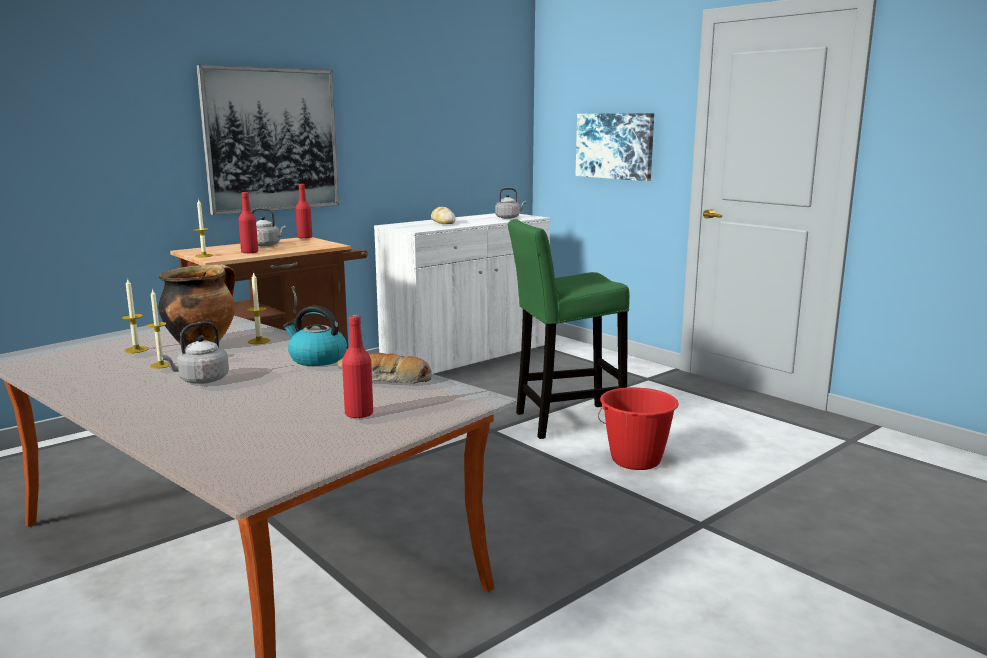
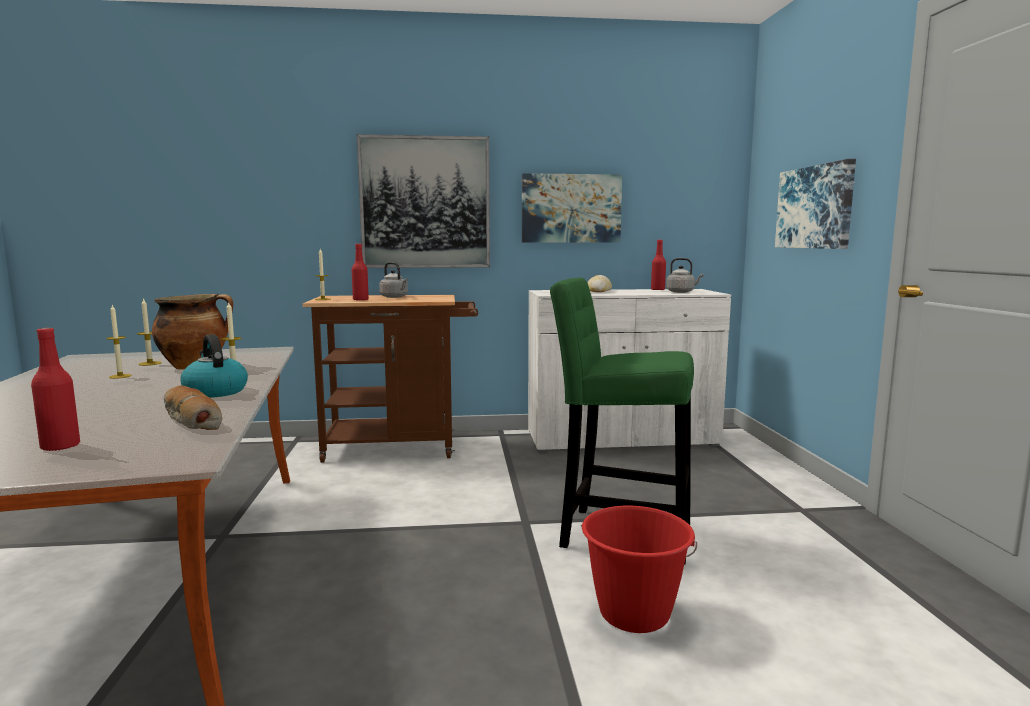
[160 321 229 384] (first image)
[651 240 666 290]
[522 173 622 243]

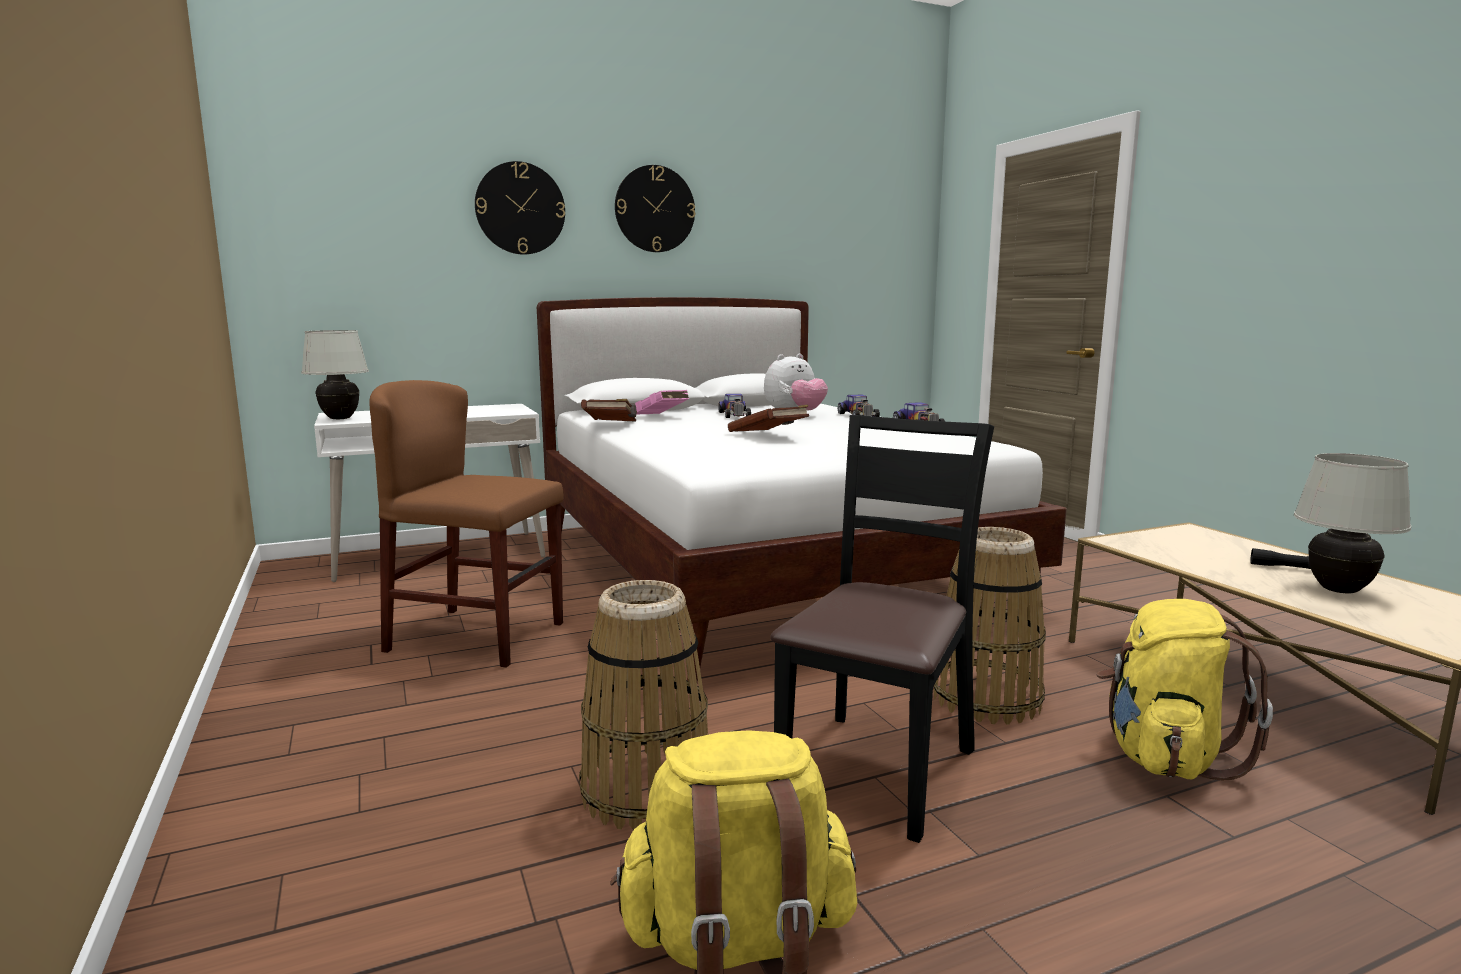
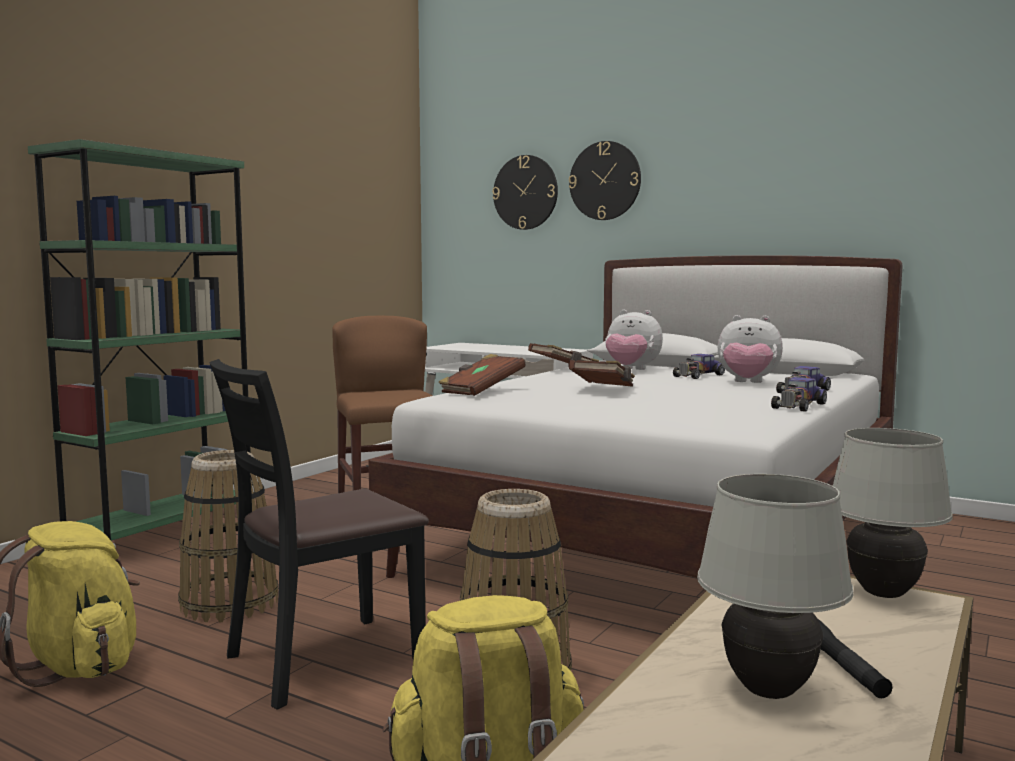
[833 428 953 598]
[492 155 558 230]
[605 310 663 370]
[209 359 429 710]
[28 139 252 541]
[438 354 526 396]

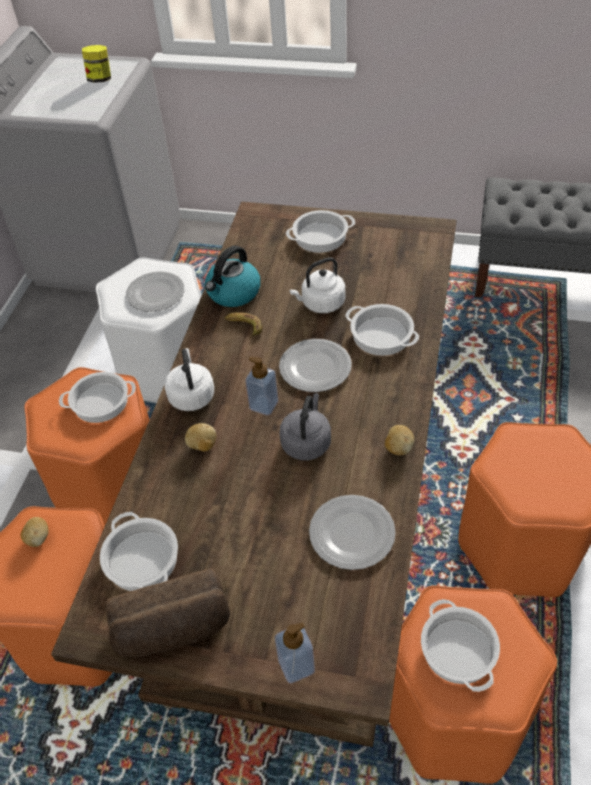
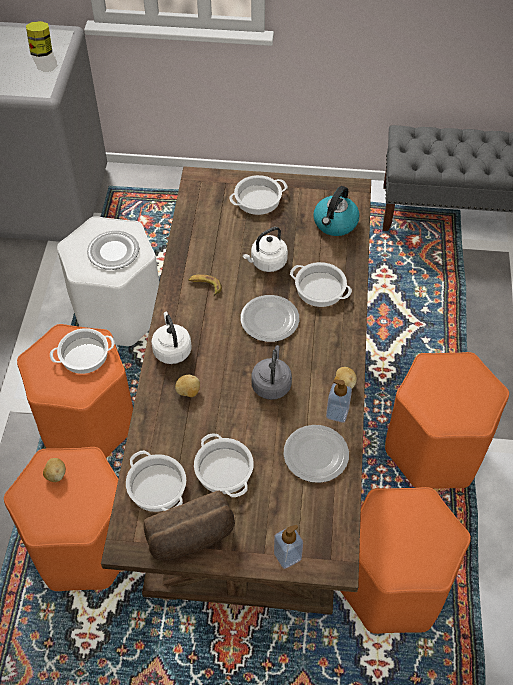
[313 186 360 236]
[326 379 352 423]
[194 433 254 497]

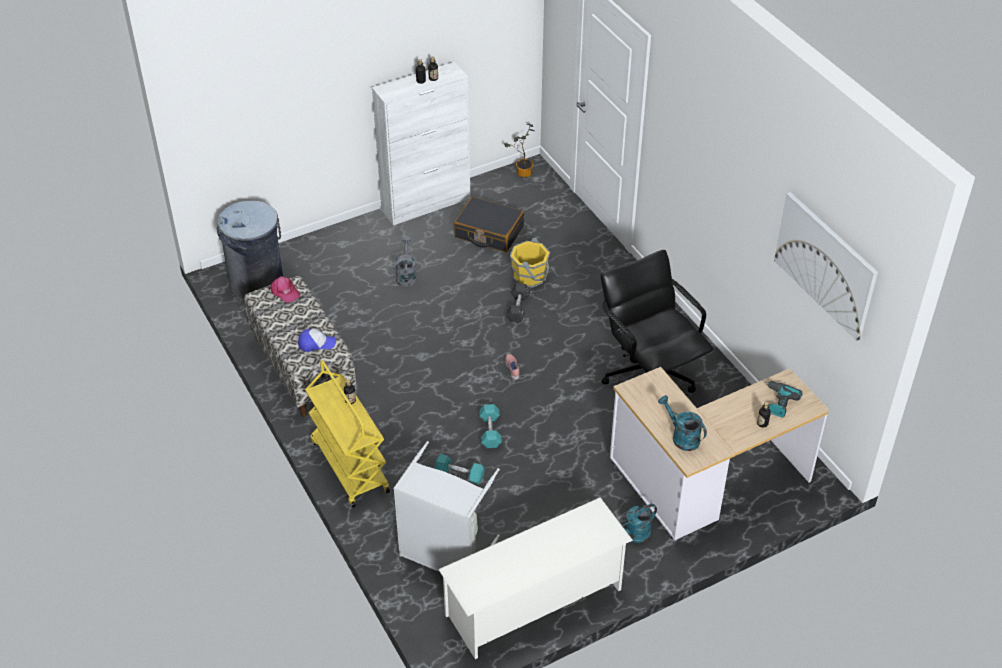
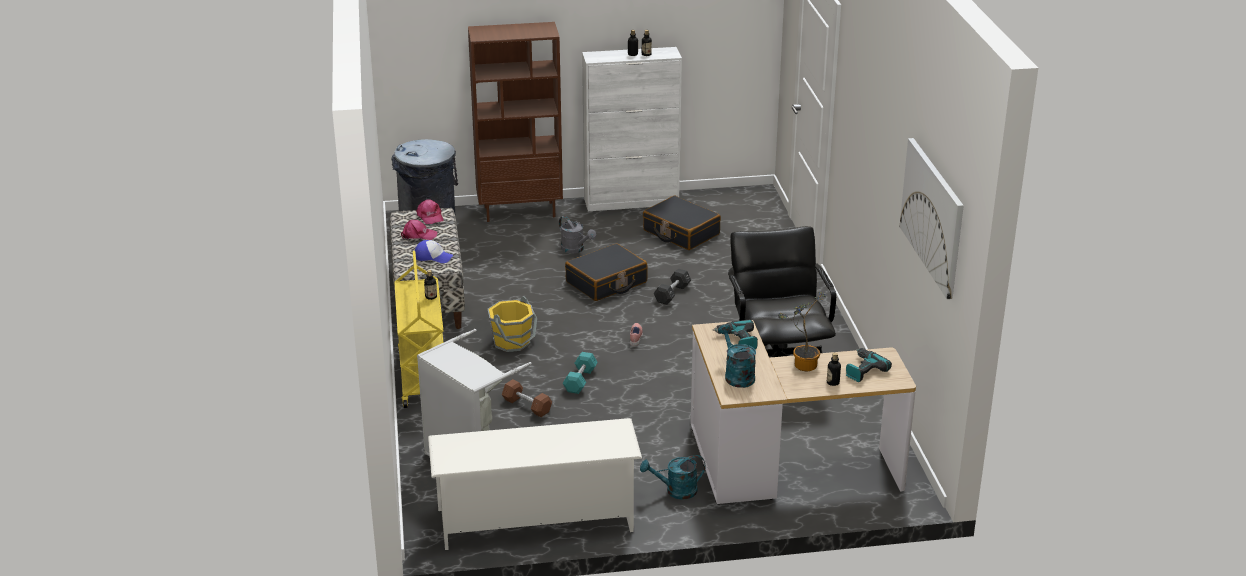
[559 216 596 253]
[502 379 552 417]
[778 292 826 371]
[488 296 537 352]
[401 220 437 240]
[468 22 563 222]
[565 243 648 301]
[713 319 758 349]

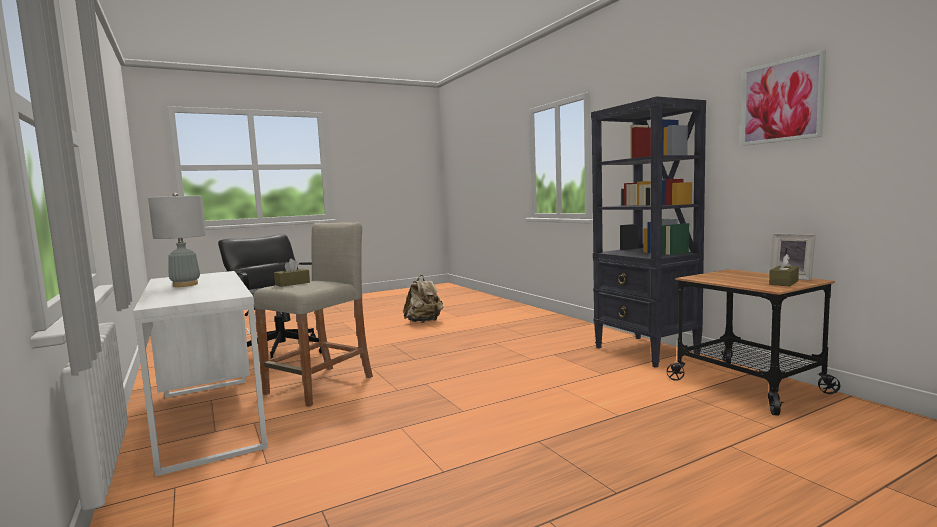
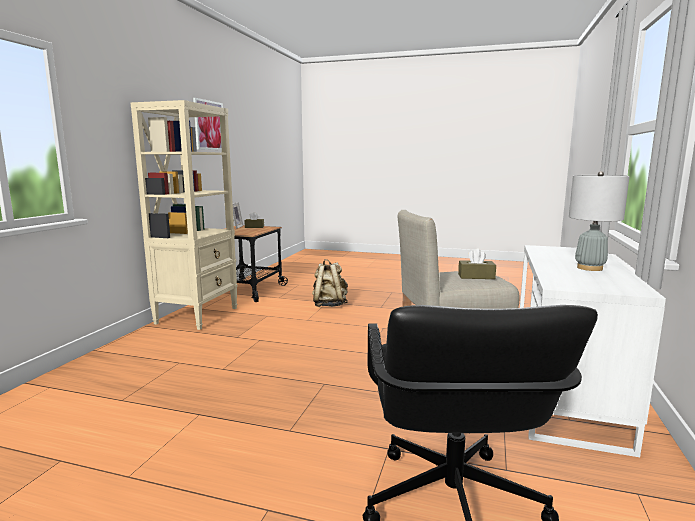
[312 259 348 307]
[130 100 238 330]

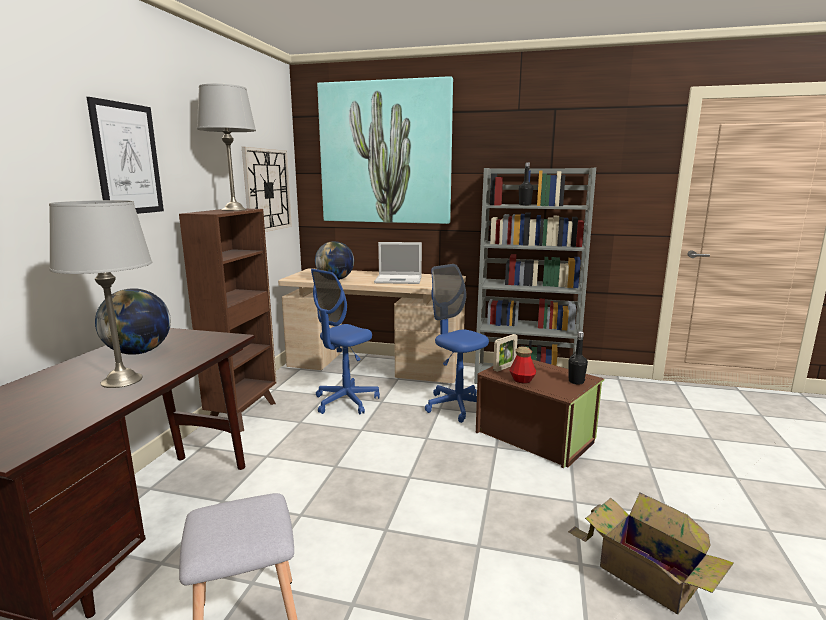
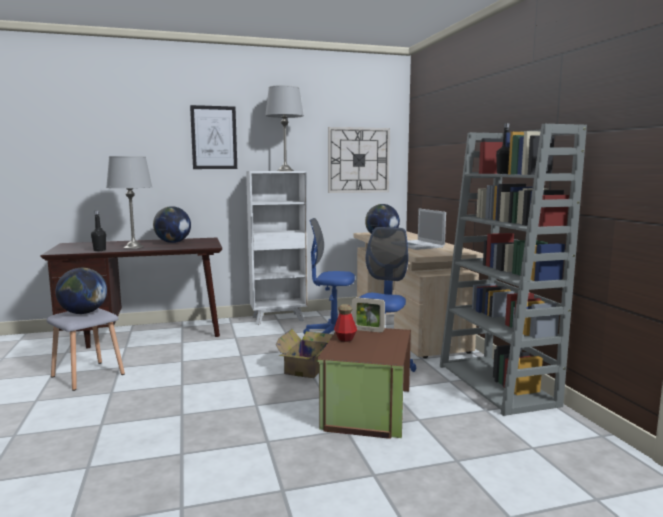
[246 171 308 325]
[317 76 453 224] (first image)
[276 329 333 378]
[91 210 106 251]
[55 268 107 314]

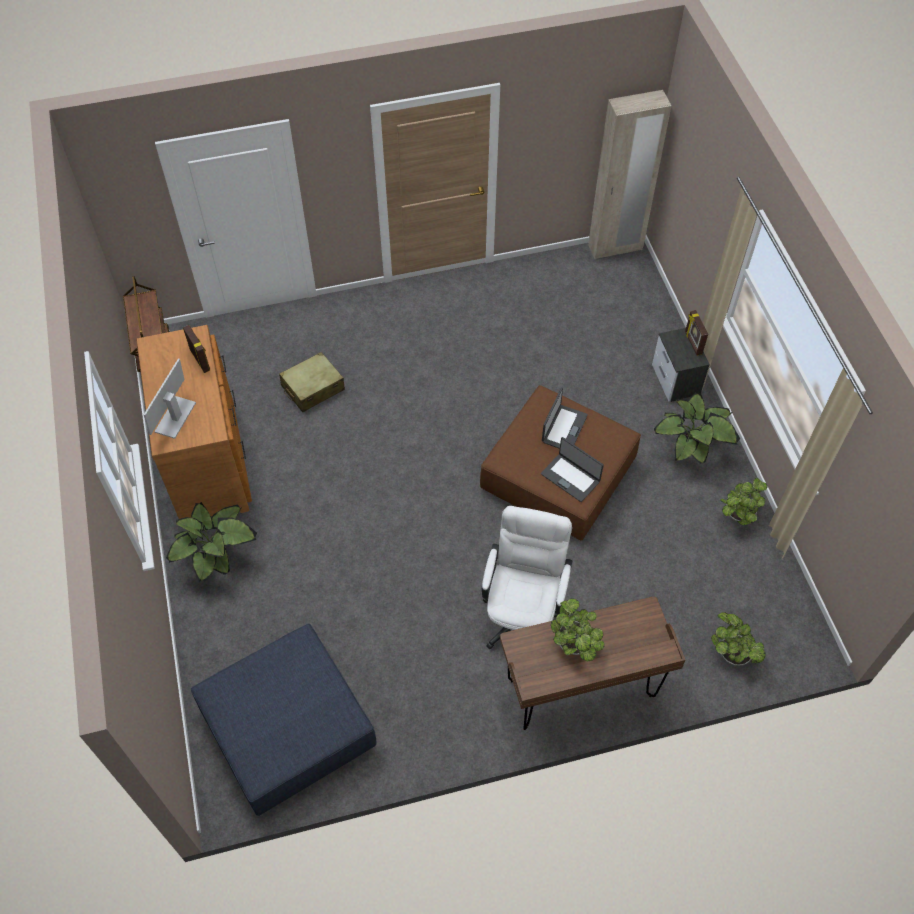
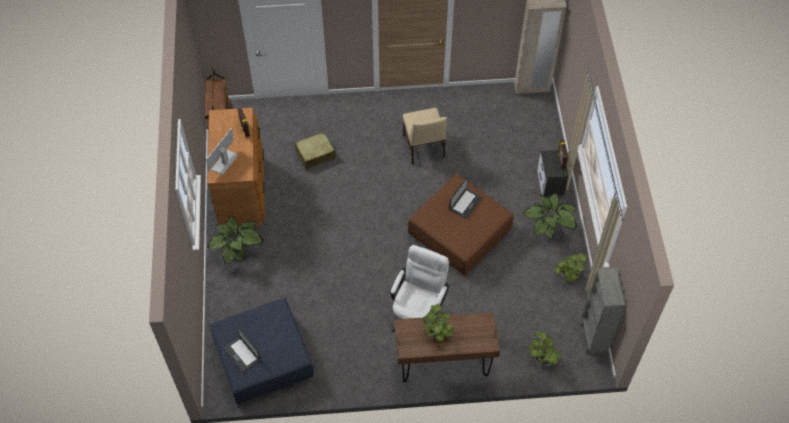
[223 327 260 372]
[403 108 447 164]
[580 268 626 354]

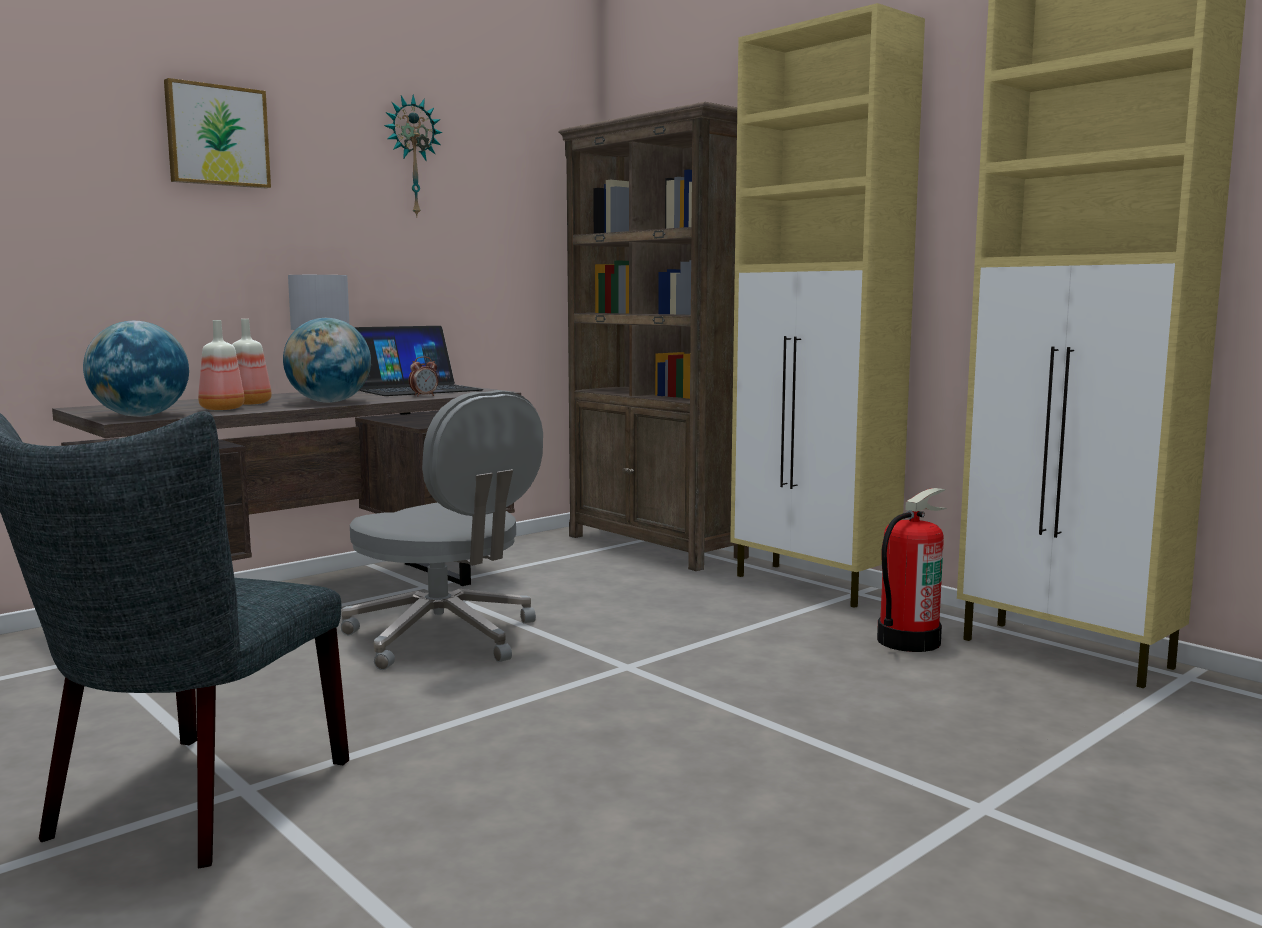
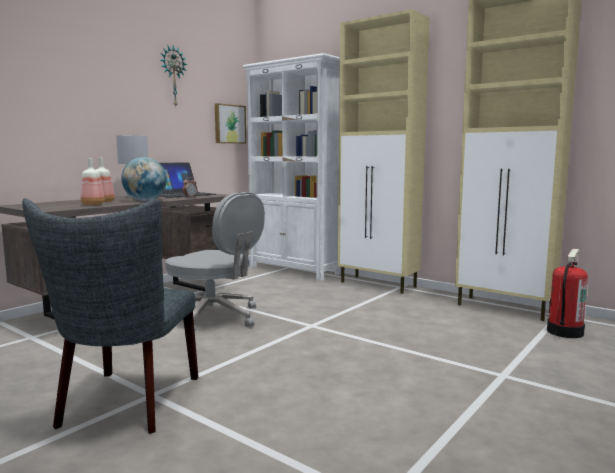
[83 321 189 417] (first image)
[215 103 246 144]
[243 53 341 281]
[547 249 588 338]

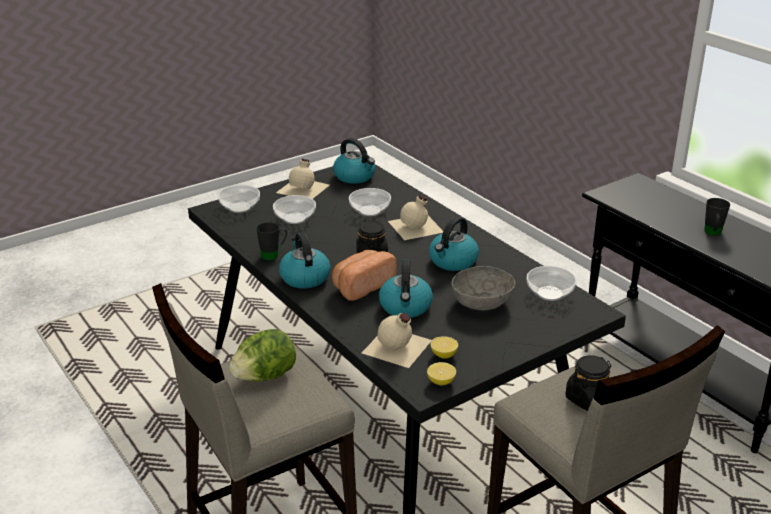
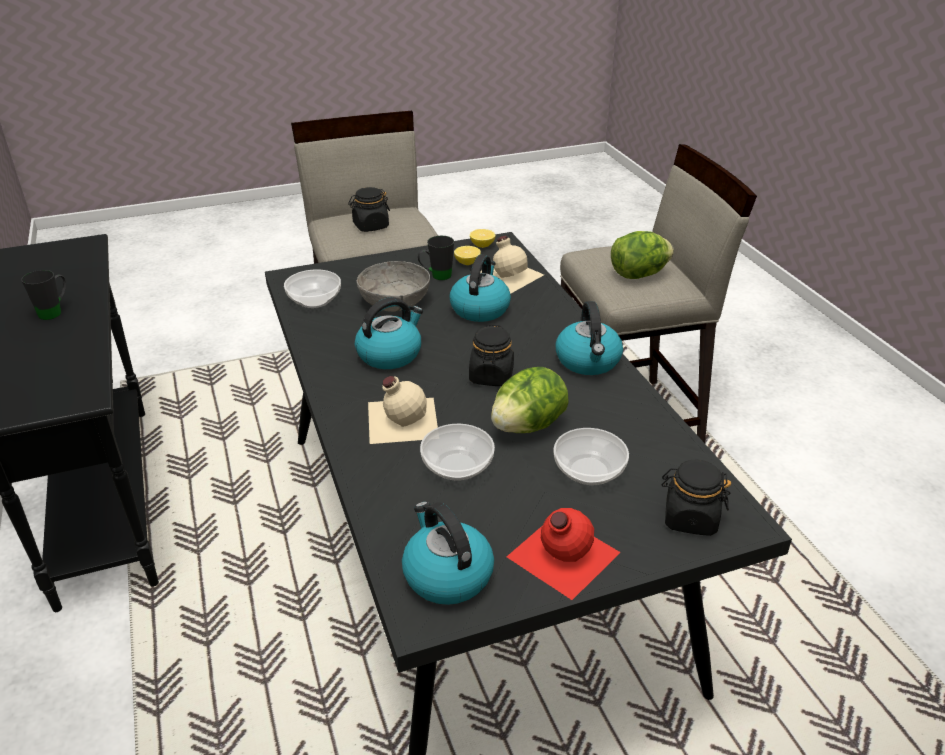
[662 459 731 536]
[418 236 454 280]
[507 508 621 600]
[332 250 397 301] (first image)
[491 367 568 433]

